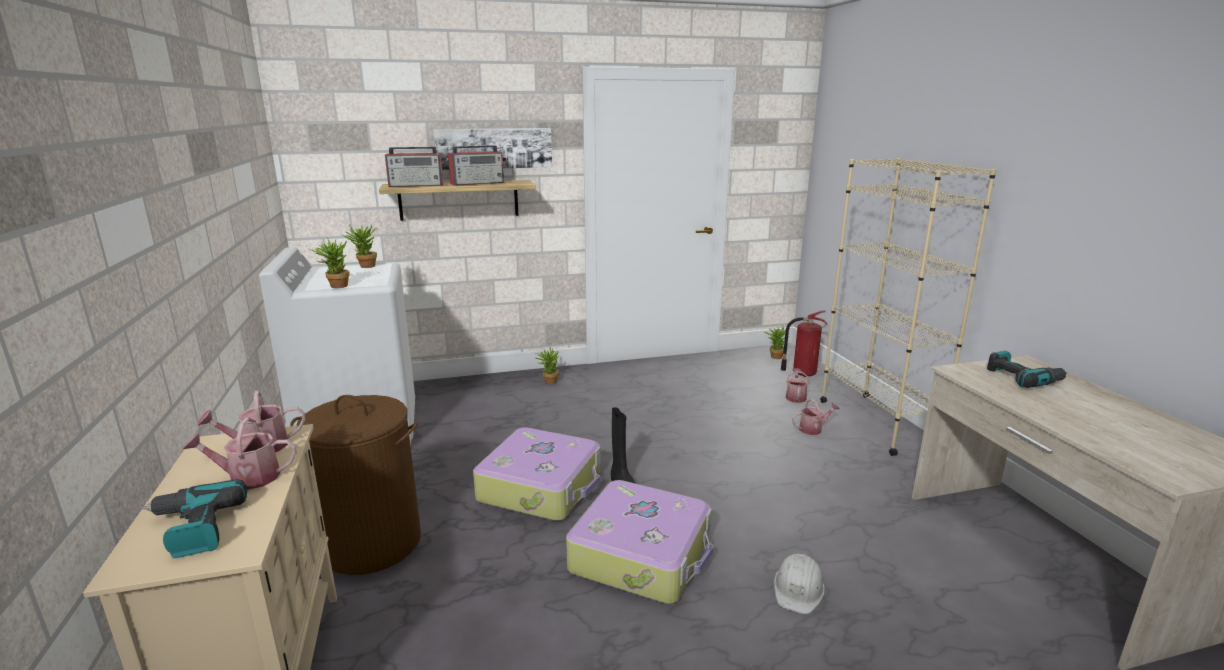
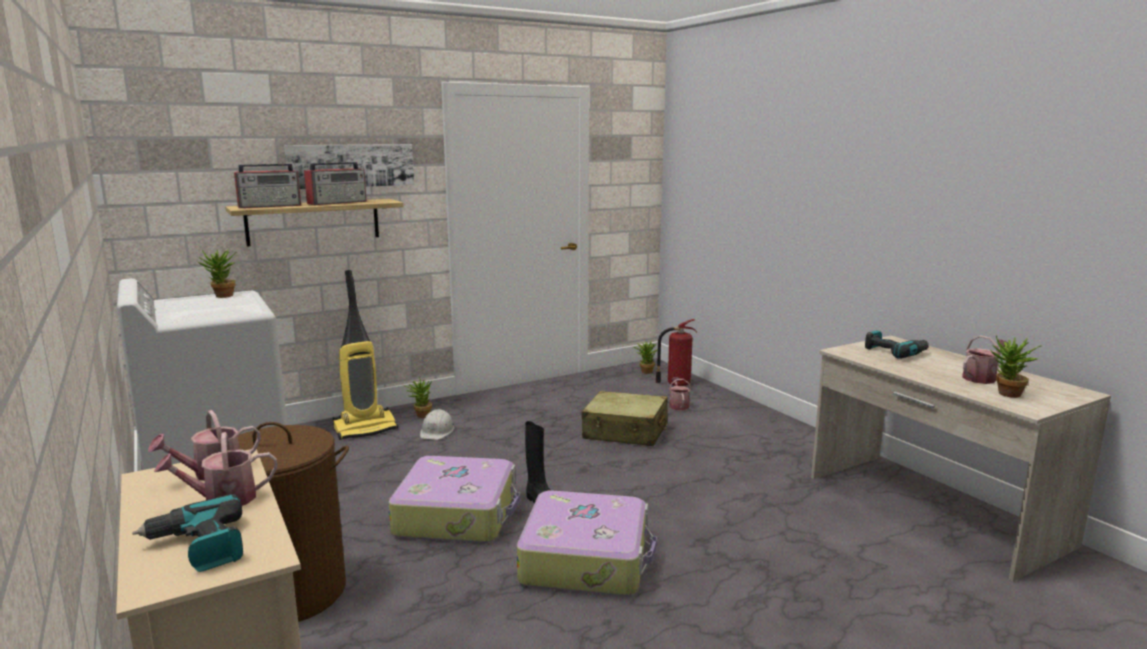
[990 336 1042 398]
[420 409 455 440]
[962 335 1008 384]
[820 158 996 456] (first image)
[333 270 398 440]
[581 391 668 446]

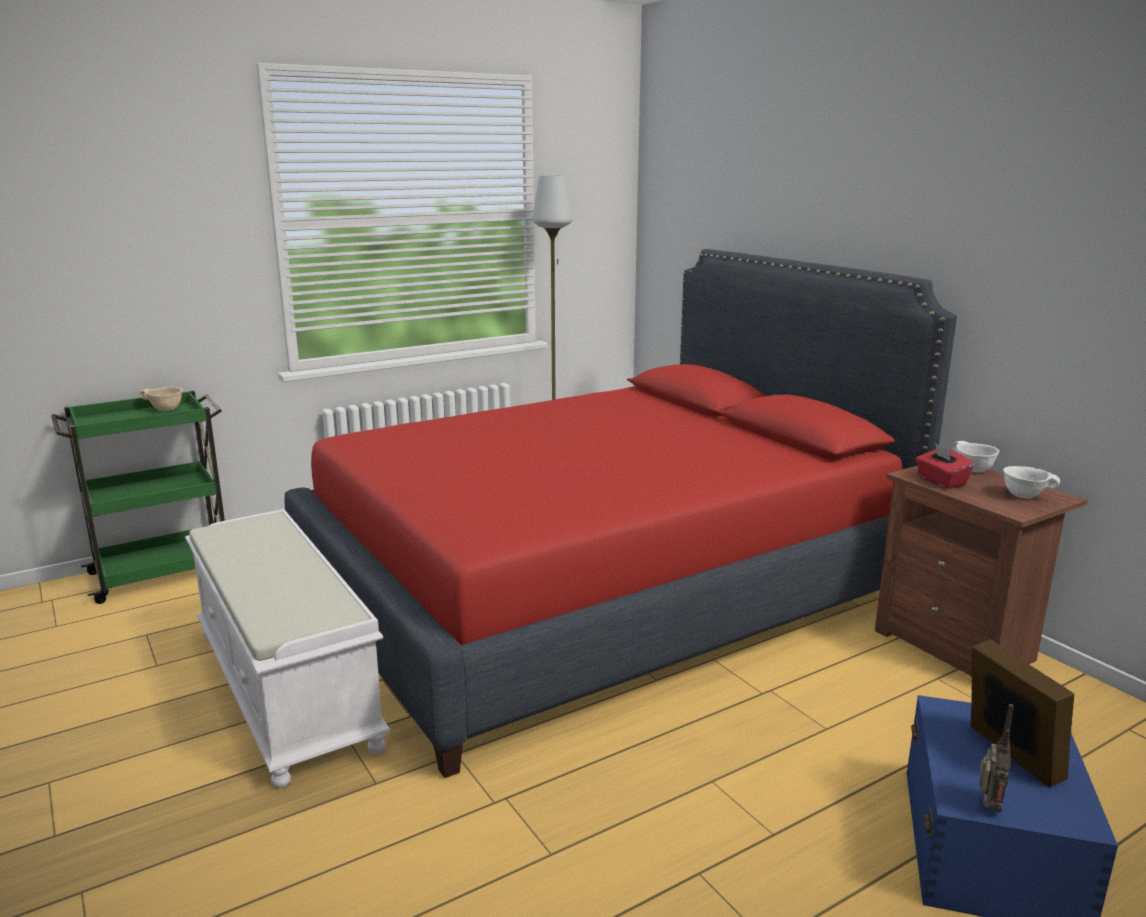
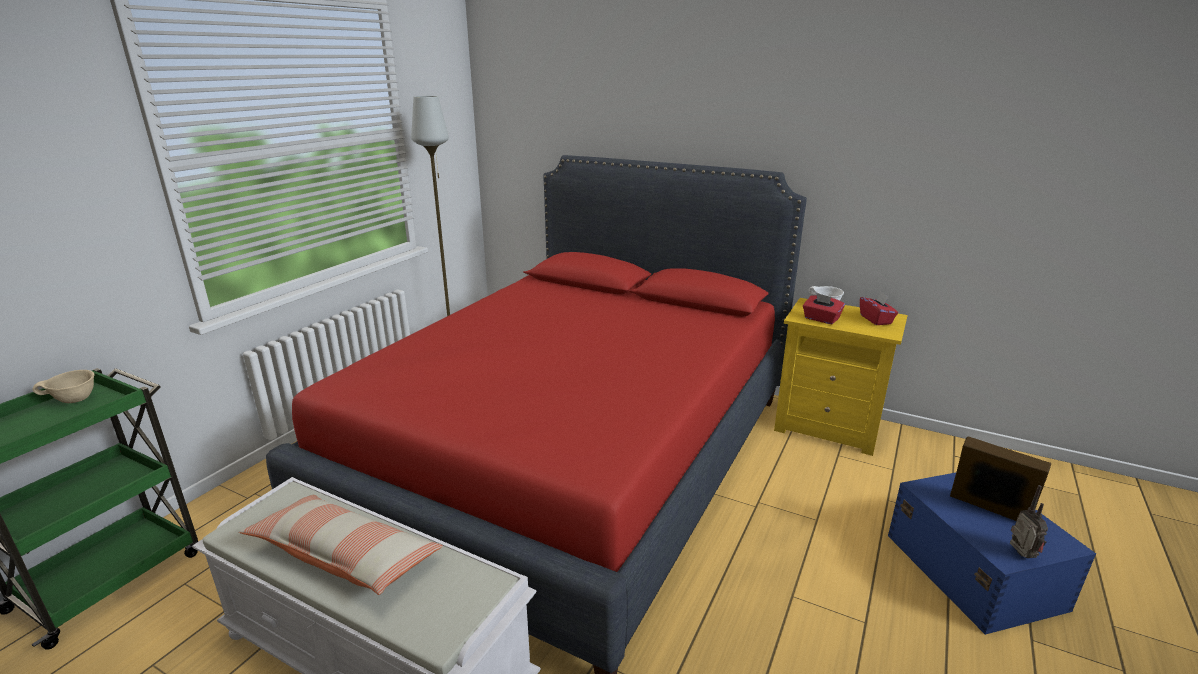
[774 298 908 456]
[860 292 898 325]
[239 494 443 595]

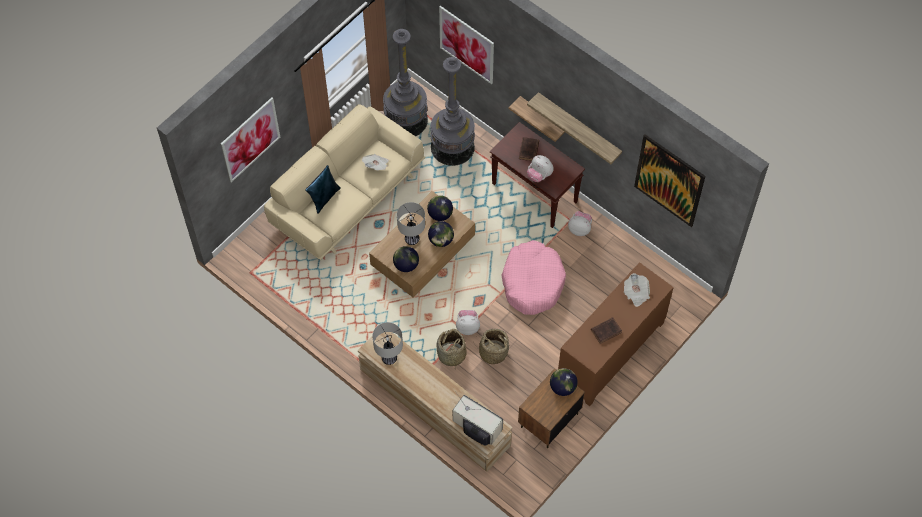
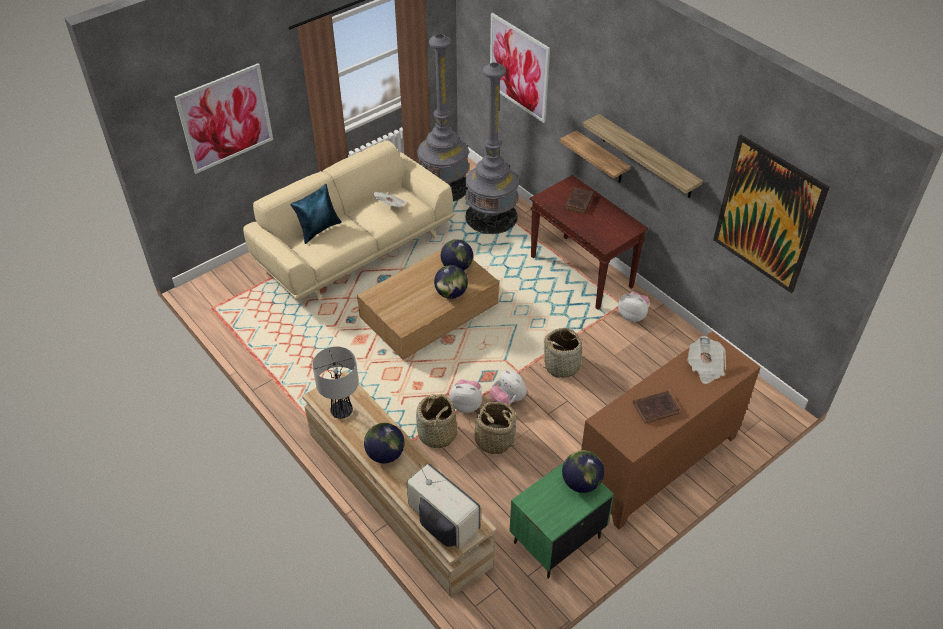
[364 423 405 463]
[397 202 425 245] (first image)
[540 328 591 378]
[510 462 614 579]
[490 370 527 404]

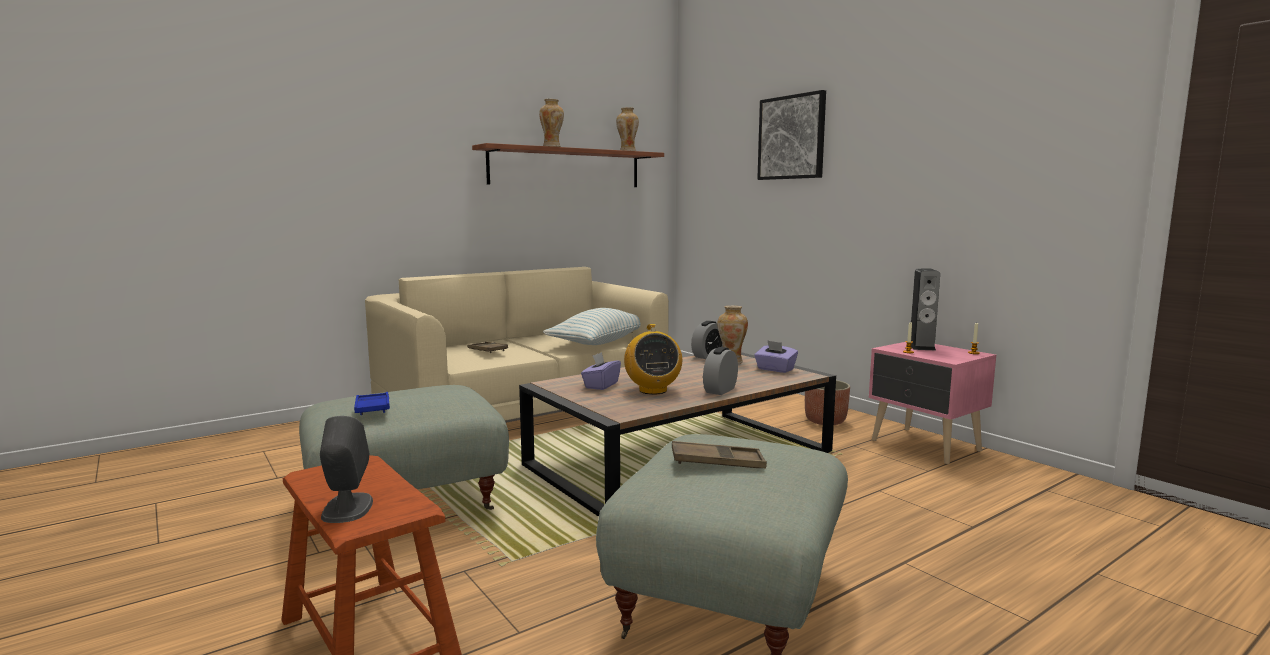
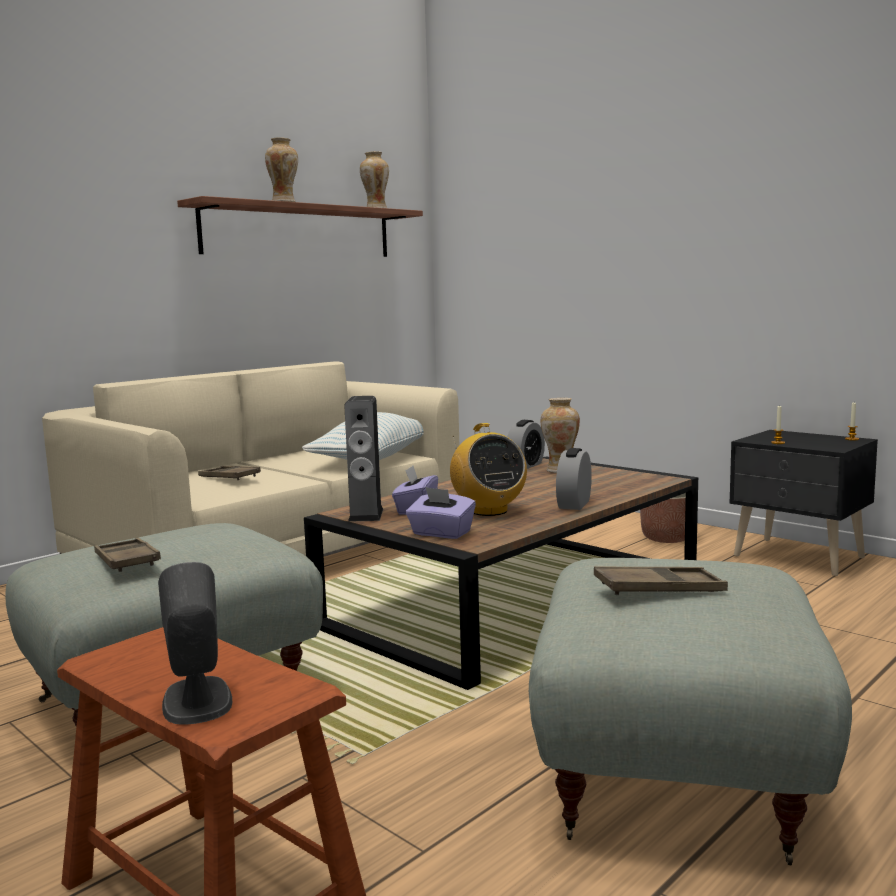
[94 538 161 572]
[406 487 476 539]
[757 90 826 180] (first image)
[729 430 878 576]
[344 396 383 522]

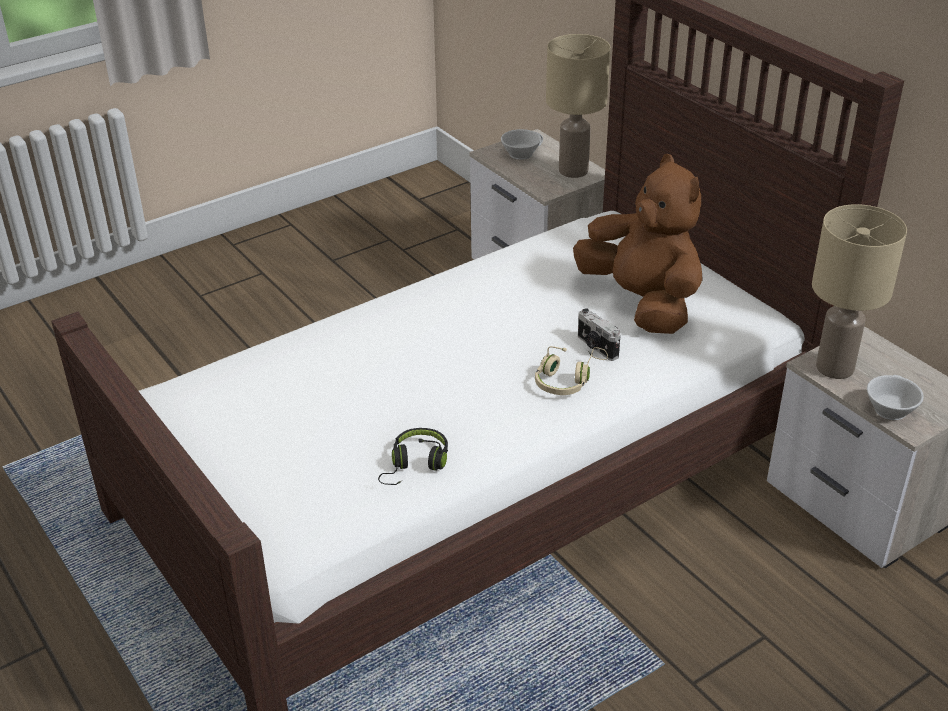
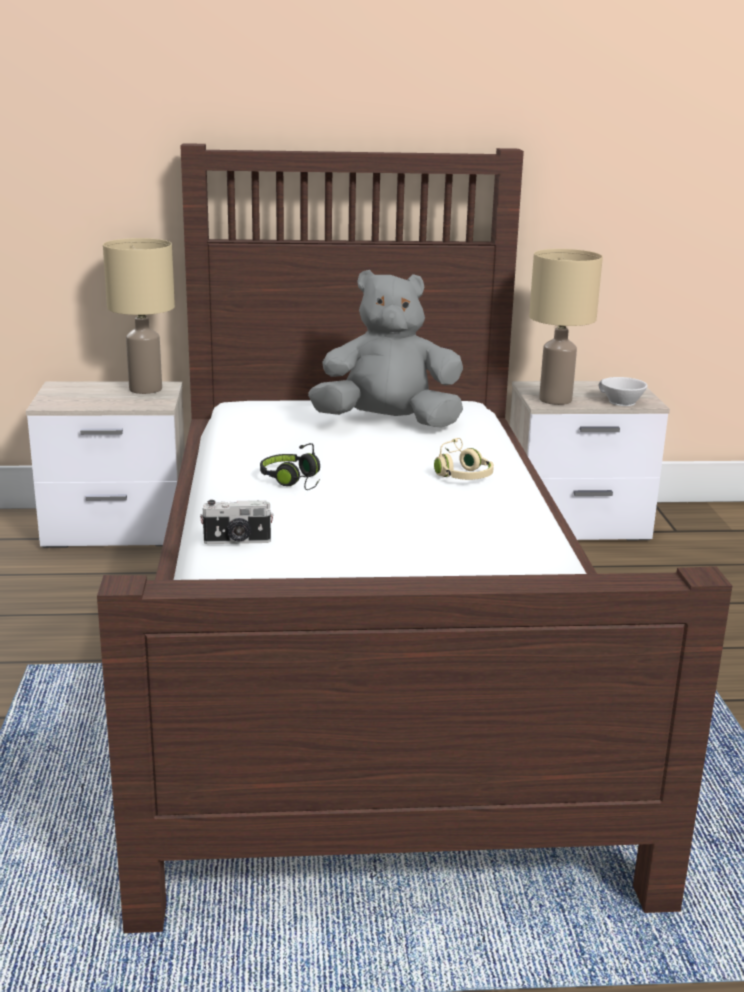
[260 443 320 490]
[501 129 543 160] (first image)
[308 270 463 428]
[200 500 273 544]

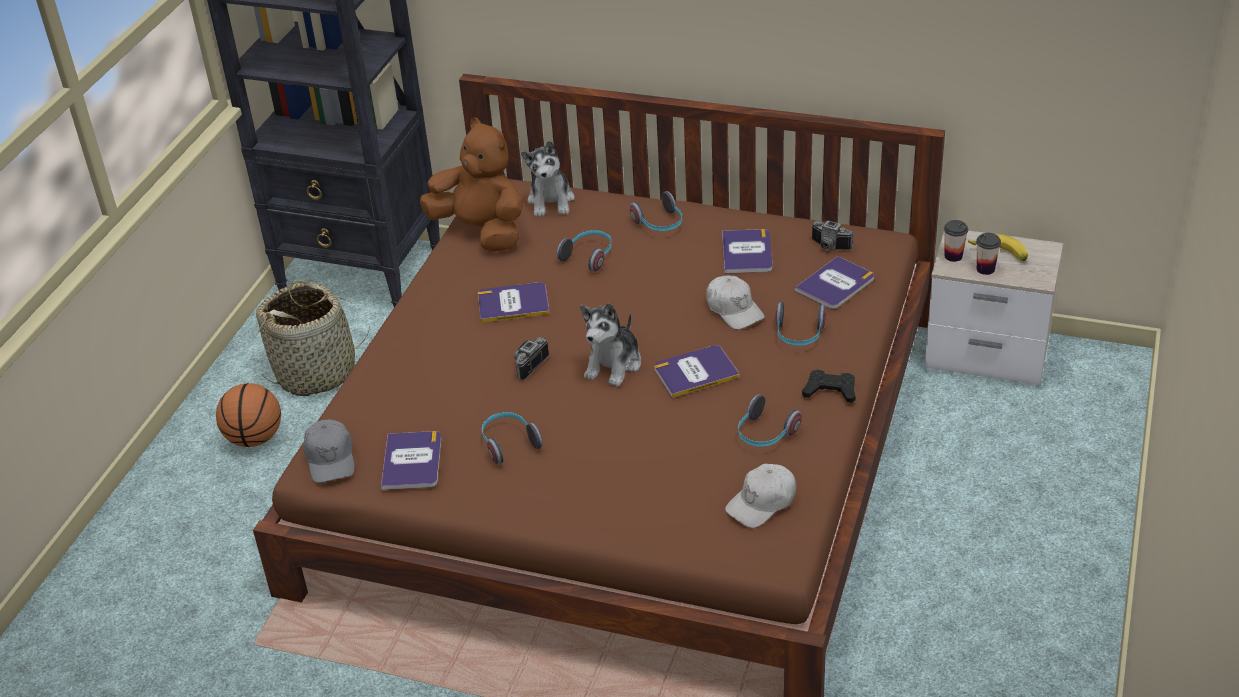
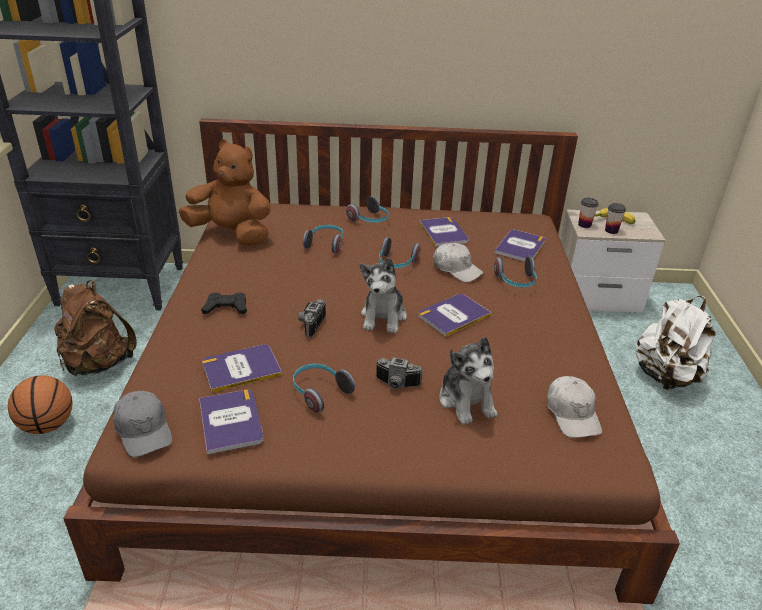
[54 280 137 377]
[202 344 282 393]
[439 337 498 425]
[547 376 602 438]
[379 237 420 268]
[201 293 247 314]
[376 357 423 389]
[636 296 716 390]

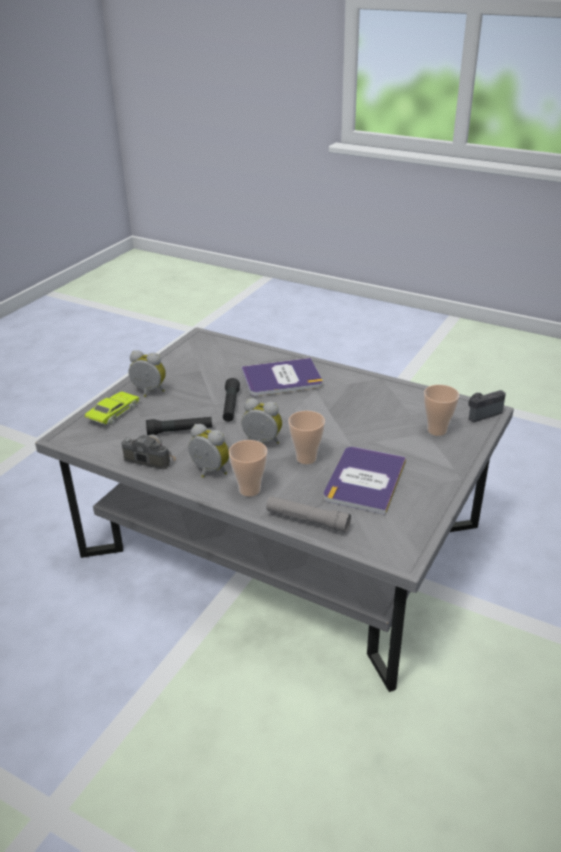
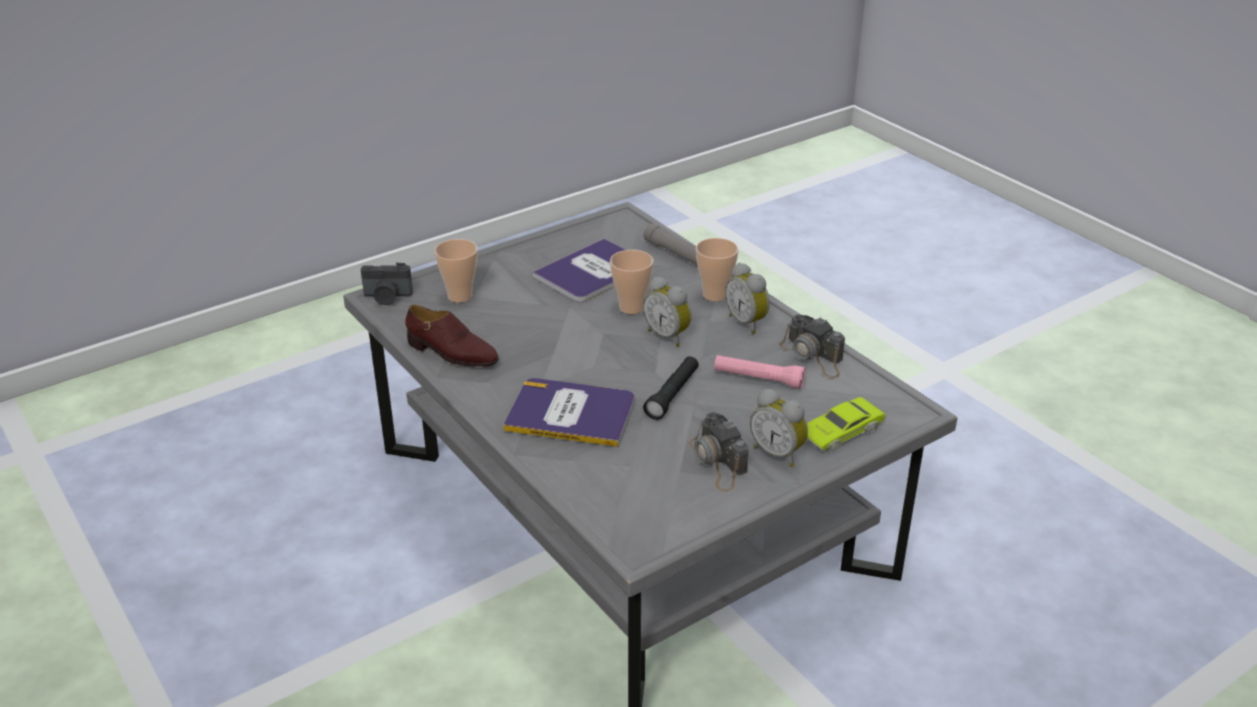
[714 355 806 389]
[405 305 499 367]
[689 412 749 491]

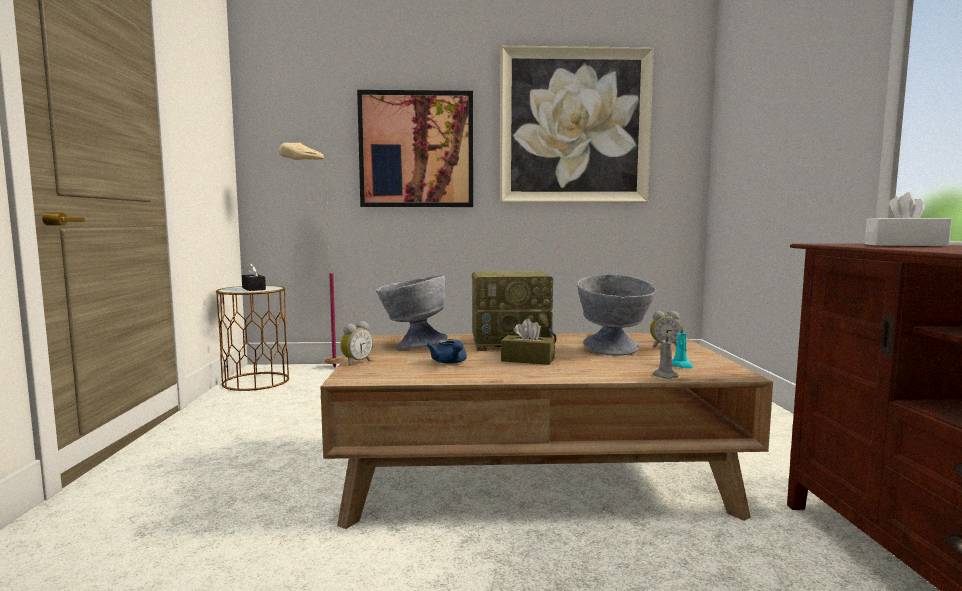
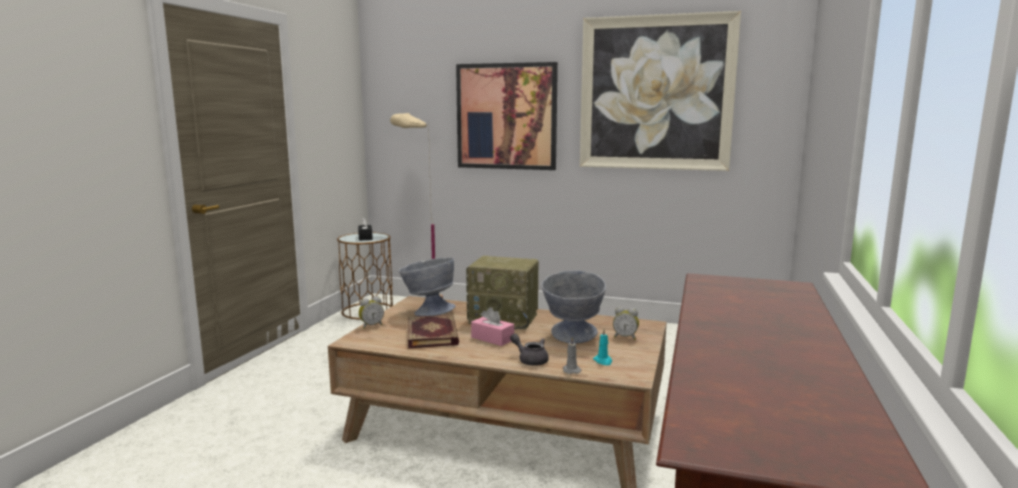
[408 315 459 348]
[471 307 514 346]
[865 192 952 246] (first image)
[510 334 549 366]

